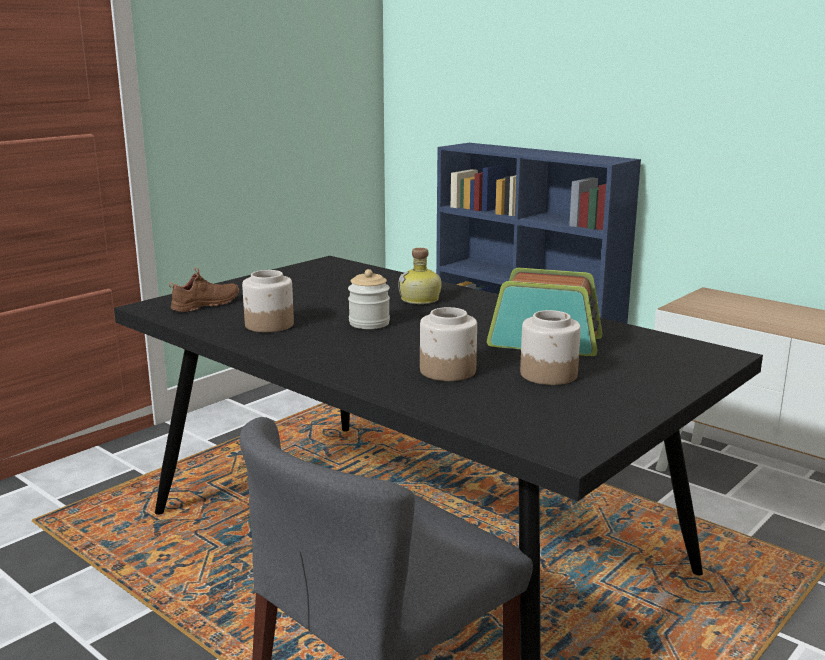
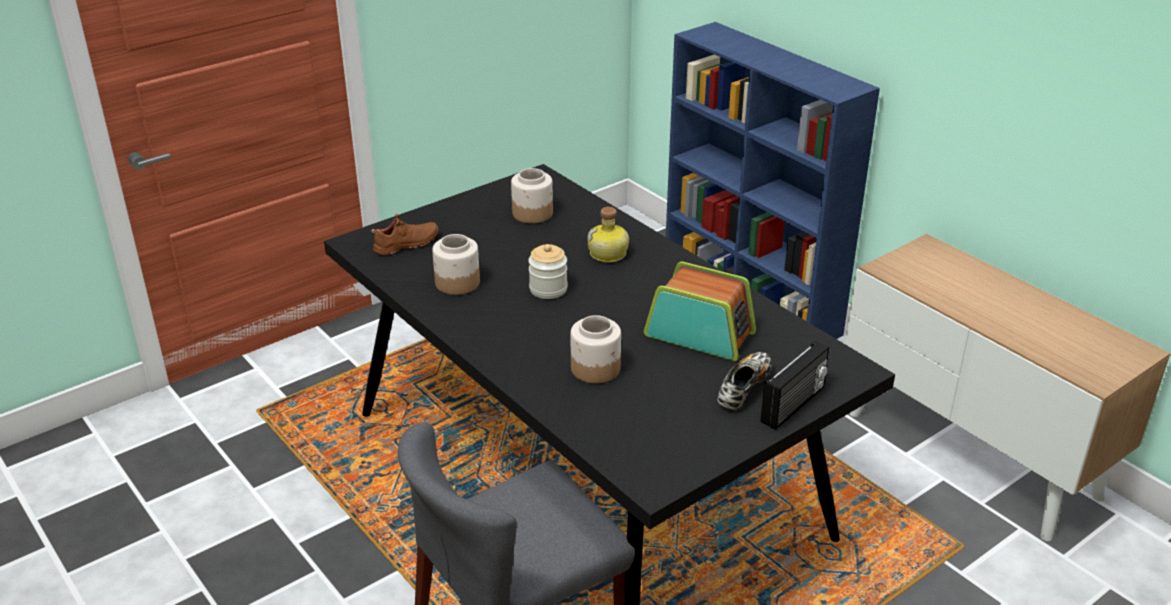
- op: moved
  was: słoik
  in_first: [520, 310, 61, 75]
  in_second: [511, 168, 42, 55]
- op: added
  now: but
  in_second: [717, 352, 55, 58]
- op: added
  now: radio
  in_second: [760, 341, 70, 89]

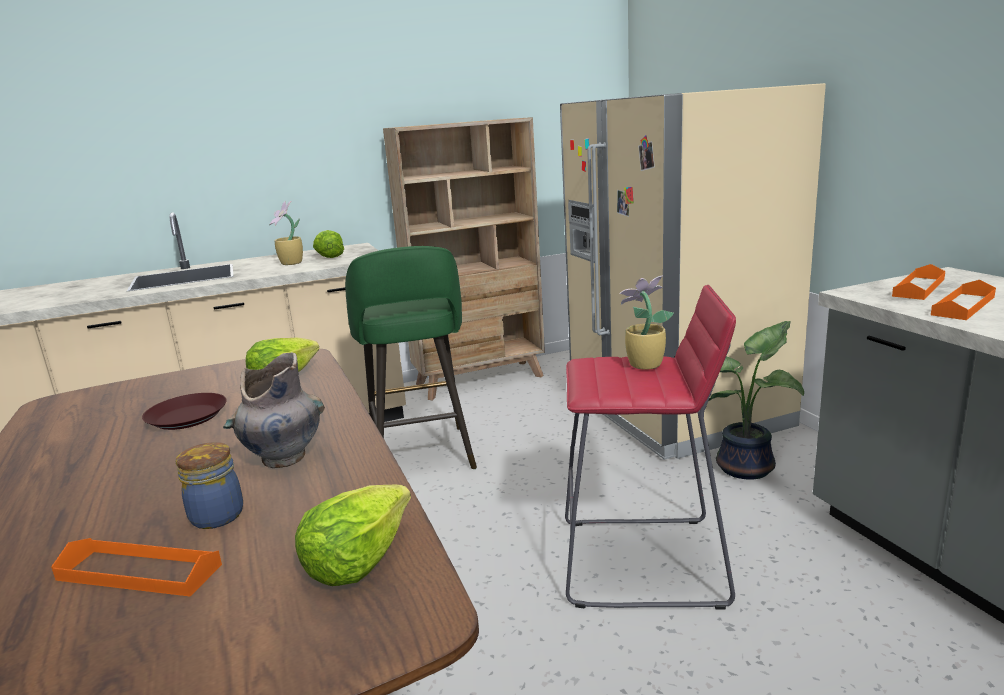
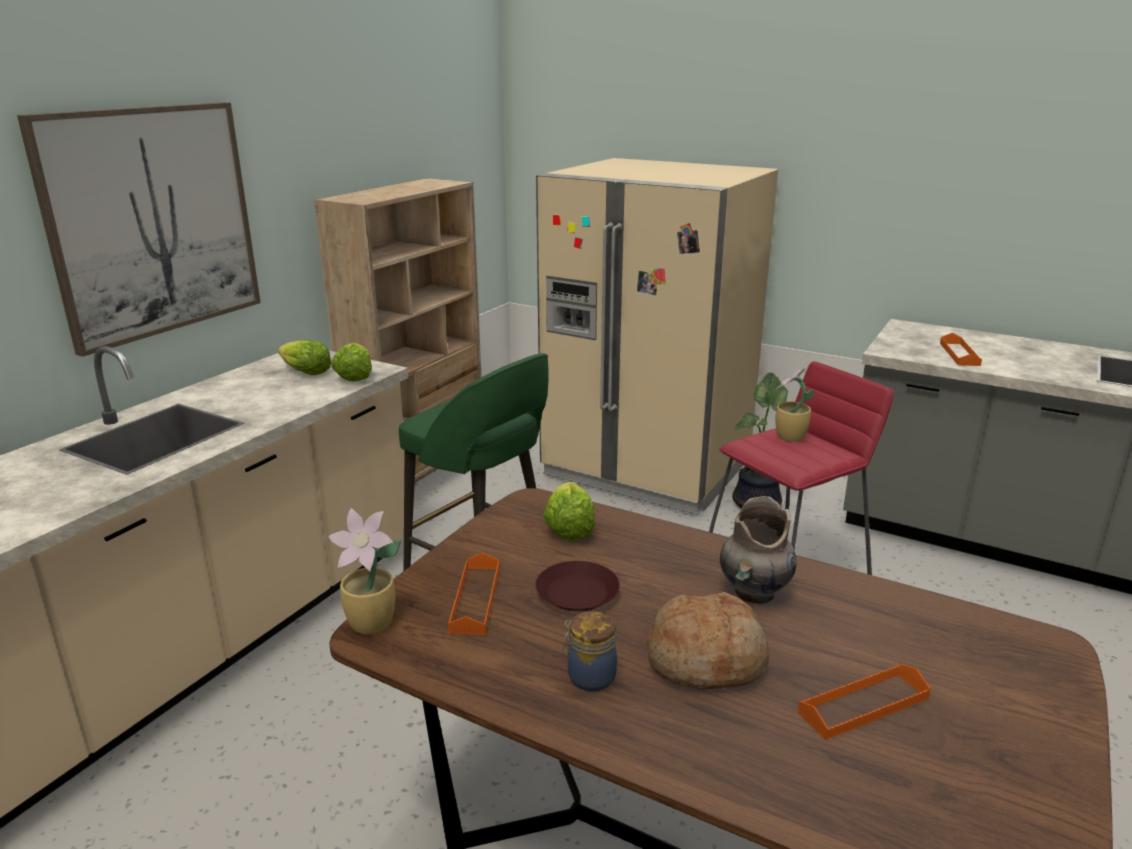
- op: moved
  was: słoik
  in_first: [176, 442, 67, 87]
  in_second: [563, 611, 54, 81]
- op: moved
  was: roślina doniczkowa
  in_first: [270, 201, 33, 64]
  in_second: [328, 508, 73, 126]
- op: moved
  was: sałata
  in_first: [295, 485, 116, 101]
  in_second: [331, 343, 41, 39]
- op: moved
  was: taca [pomarańczowy]
  in_first: [892, 264, 53, 36]
  in_second: [448, 553, 52, 82]
- op: added
  now: obraz
  in_second: [17, 103, 244, 254]
- op: added
  now: chleb
  in_second: [646, 592, 123, 97]

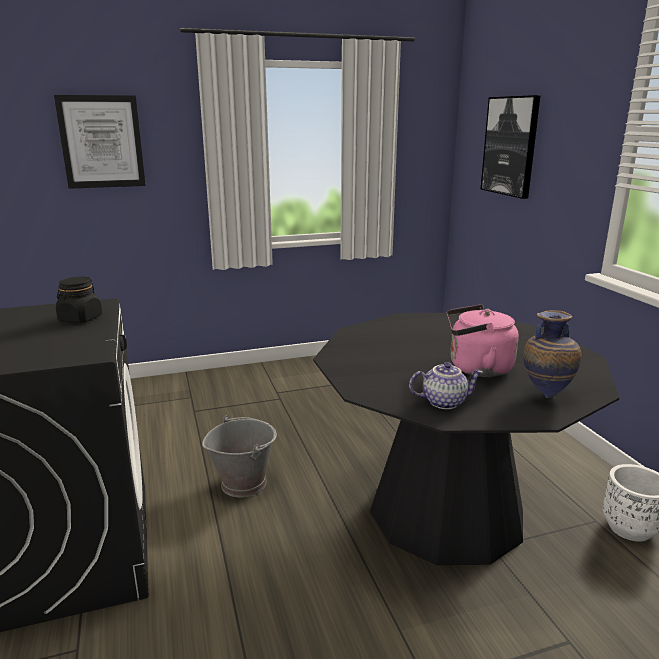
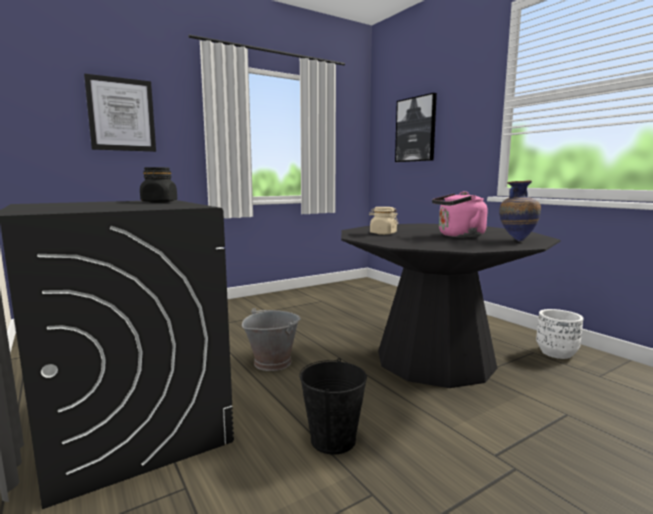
- op: removed
  was: imbryk
  in_first: [409, 362, 74, 47]
- op: added
  now: wiadro [czarny]
  in_second: [299, 358, 68, 97]
- op: added
  now: słoik [beżowy]
  in_second: [369, 207, 29, 28]

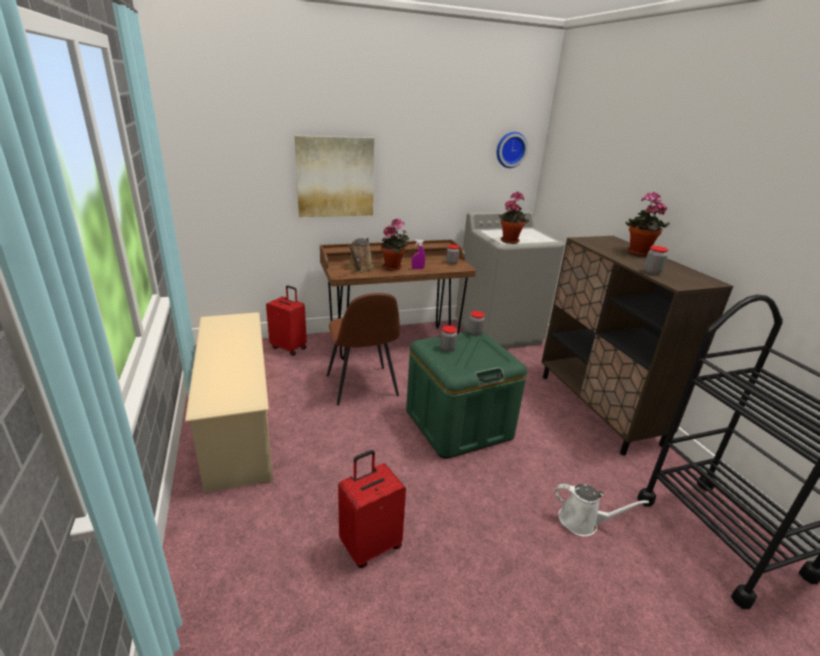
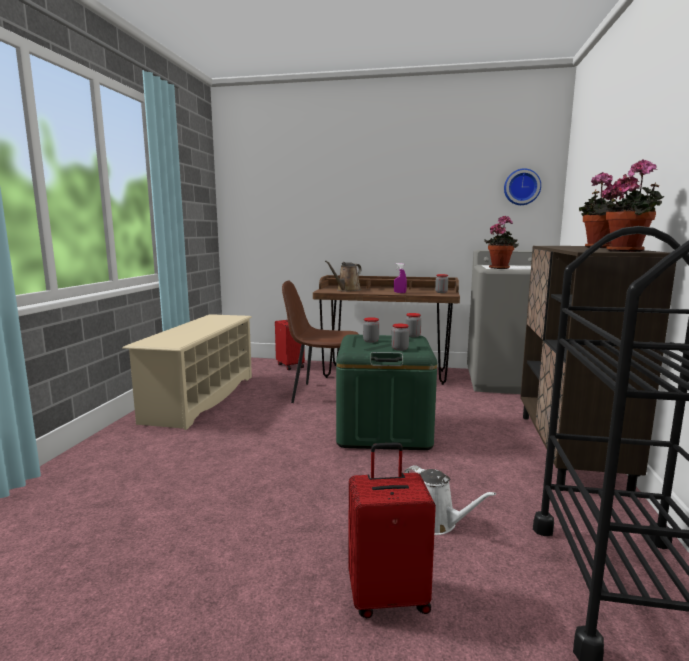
- op: removed
  was: obraz
  in_first: [295, 136, 79, 81]
- op: turned
  was: krzesło [brązowy]
  in_first: [327, 293, 73, 112]
  in_second: [282, 281, 77, 122]
  clockwise: 90
- op: moved
  was: walizka [czerwony]
  in_first: [338, 450, 68, 118]
  in_second: [348, 442, 88, 176]
- op: moved
  was: roślina doniczkowa
  in_first: [381, 219, 29, 52]
  in_second: [606, 159, 59, 93]
- op: moved
  was: słoik
  in_first: [644, 246, 24, 29]
  in_second: [392, 324, 17, 27]

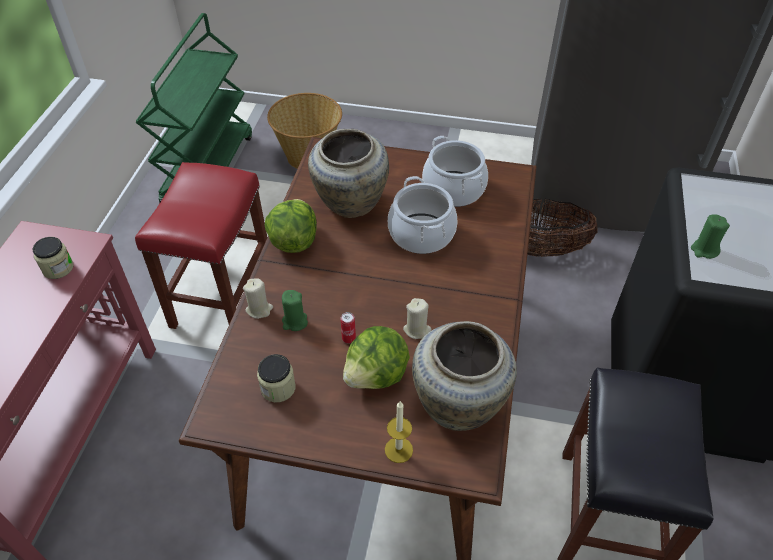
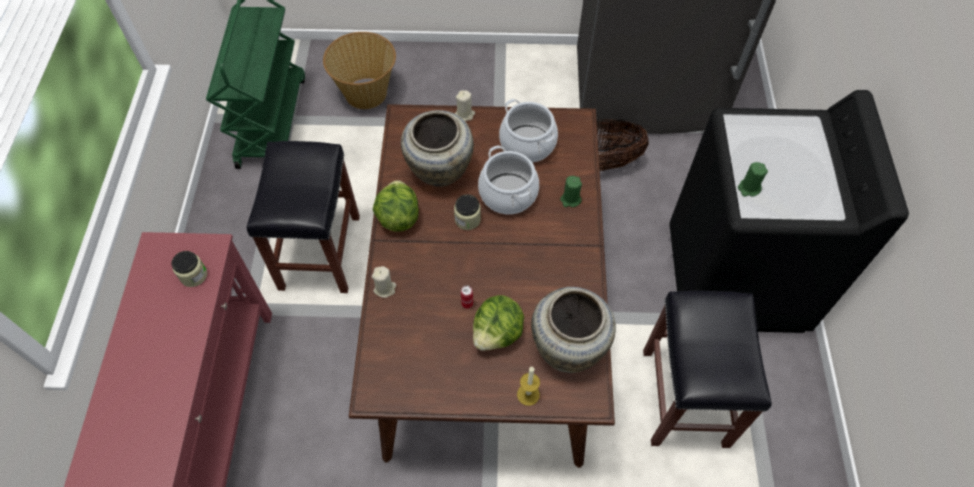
- op: recoloured
  was: stołek [czerwony]
  now: stołek [czarny]
  in_first: [135, 162, 132, 167]
  in_second: [247, 141, 113, 152]
- op: moved
  was: słoik
  in_first: [257, 354, 39, 48]
  in_second: [454, 194, 27, 36]
- op: moved
  was: świeca [zielony]
  in_first: [282, 290, 26, 41]
  in_second: [560, 176, 22, 31]
- op: moved
  was: świeca [beżowy]
  in_first: [403, 298, 28, 41]
  in_second: [455, 90, 20, 31]

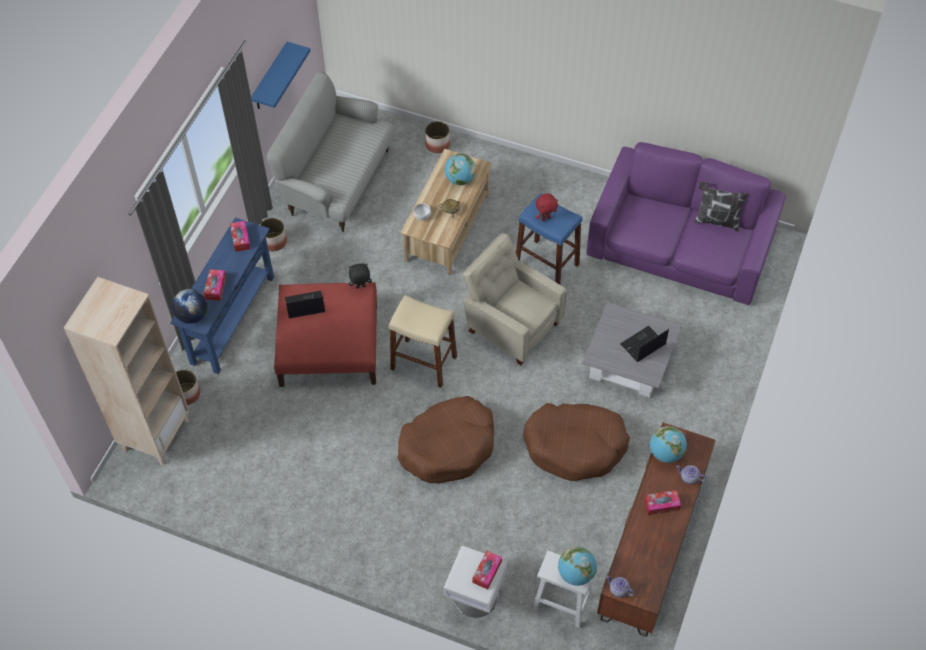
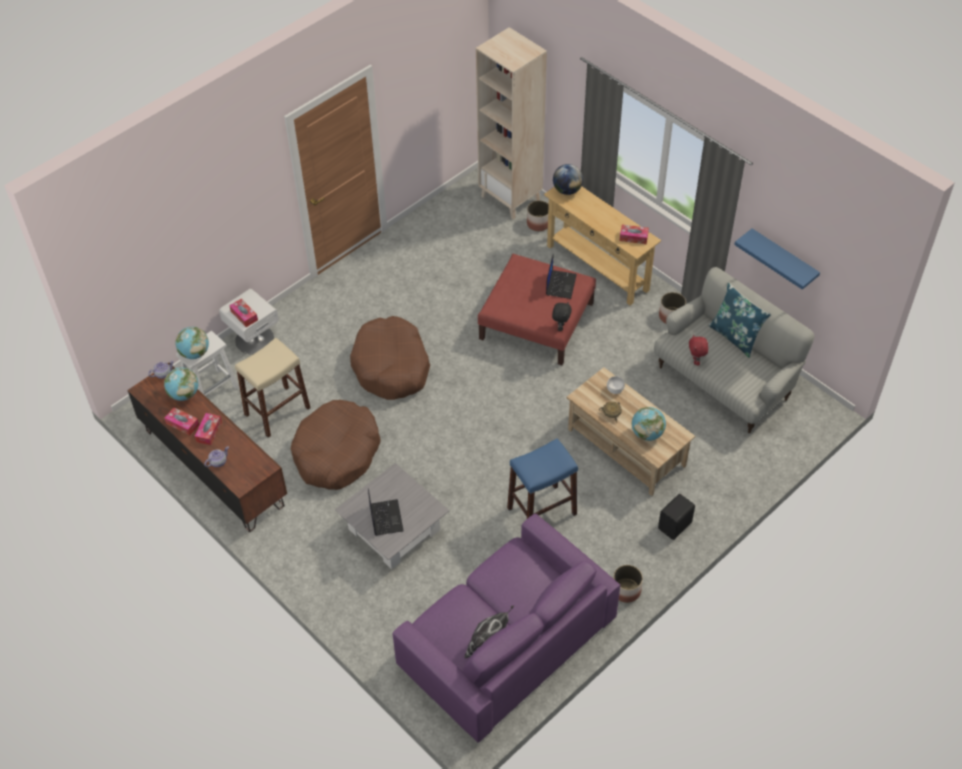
- op: recoloured
  was: stolik konsolowy [niebieski]
  now: stolik konsolowy [beżowy]
  in_first: [170, 217, 104, 157]
  in_second: [544, 186, 117, 120]
- op: moved
  was: pudełko chusteczek
  in_first: [204, 269, 22, 32]
  in_second: [164, 407, 35, 29]
- op: moved
  was: stołek [beżowy]
  in_first: [389, 295, 68, 93]
  in_second: [235, 338, 76, 100]
- op: moved
  was: donica
  in_first: [425, 121, 25, 32]
  in_second: [613, 565, 30, 38]
- op: removed
  was: fotel [beżowy]
  in_first: [463, 233, 104, 132]
- op: moved
  was: pluszak [czerwony]
  in_first: [535, 193, 23, 28]
  in_second: [689, 335, 19, 31]
- op: moved
  was: globus
  in_first: [650, 426, 37, 37]
  in_second: [164, 367, 34, 34]
- op: added
  now: głośnik [czarny]
  in_second: [658, 494, 37, 46]
- op: added
  now: poduszka [niebieski]
  in_second: [708, 282, 63, 76]

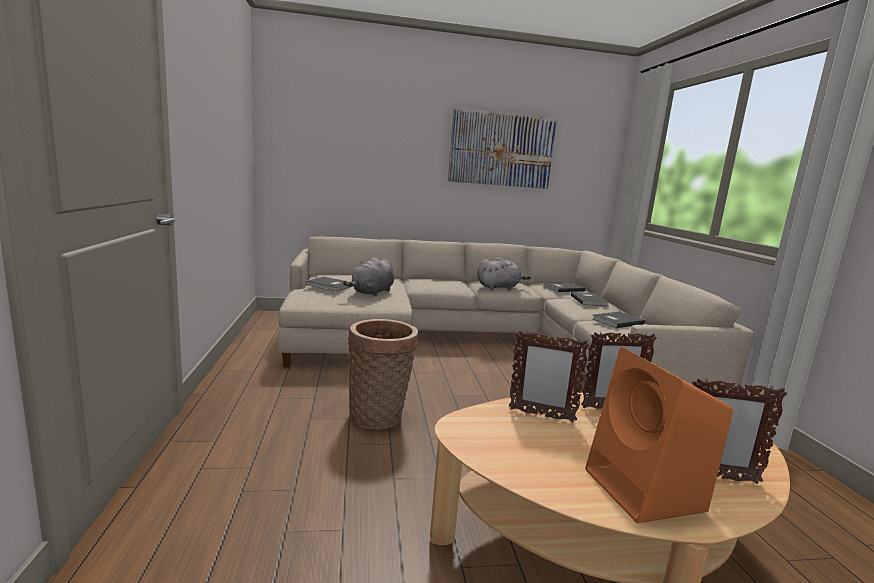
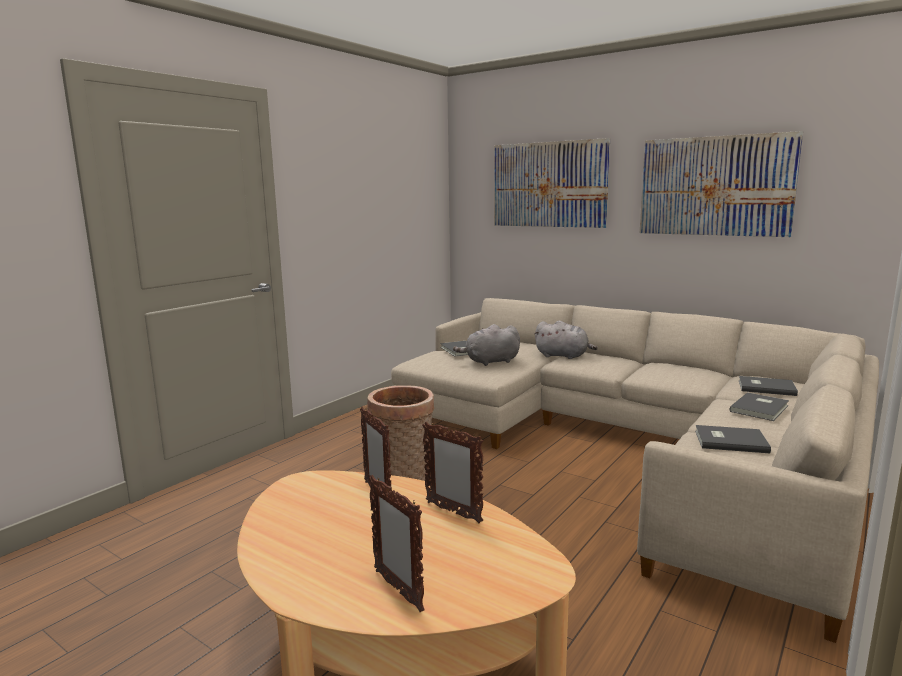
- op: moved
  was: pluszak [szary]
  in_first: [477, 257, 54, 32]
  in_second: [534, 321, 64, 38]
- op: removed
  was: głośnik [pomarańczowy]
  in_first: [585, 347, 148, 176]
- op: added
  now: obraz
  in_second: [494, 138, 116, 90]

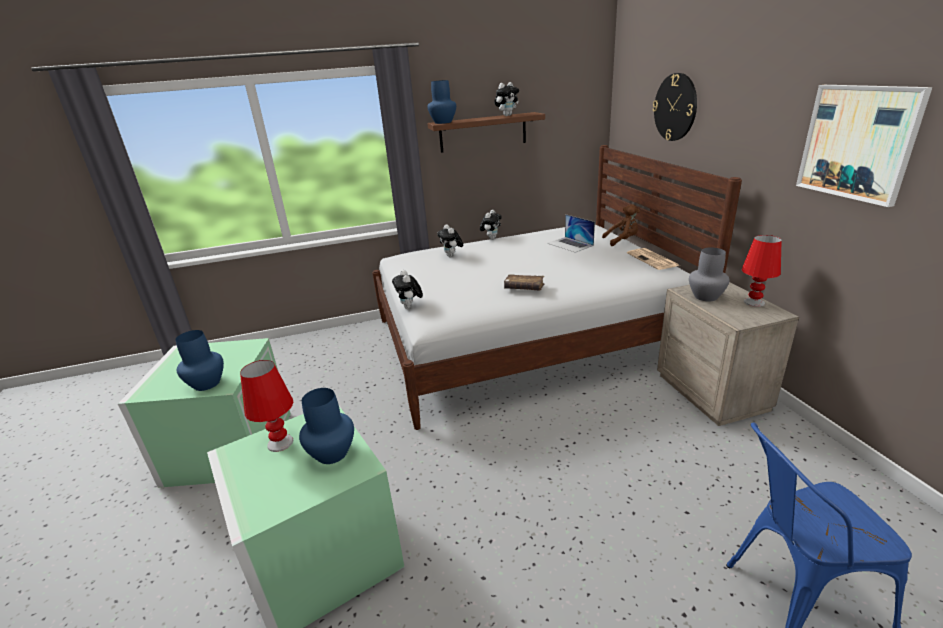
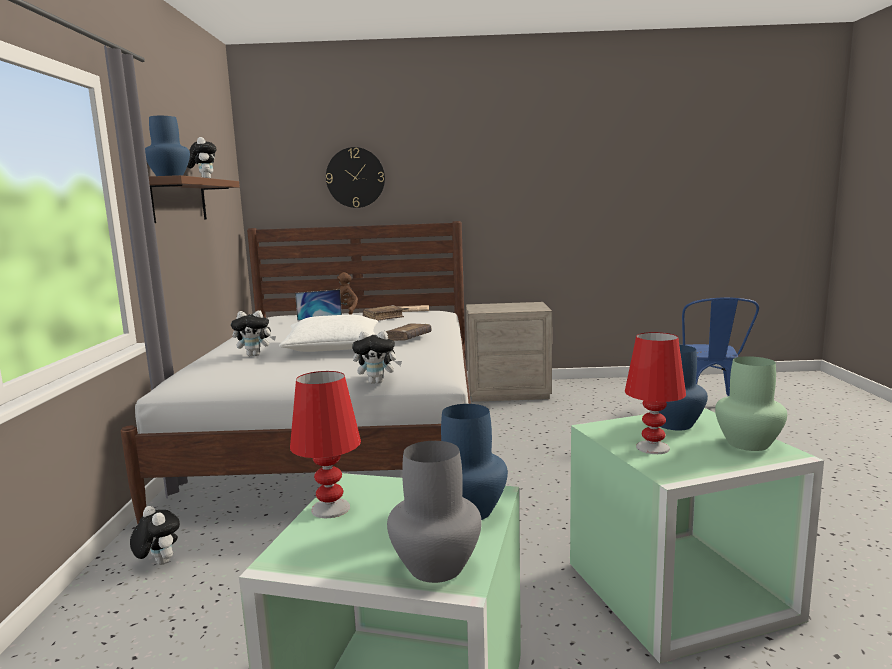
- op: moved
  was: pluszak
  in_first: [480, 210, 22, 30]
  in_second: [130, 506, 50, 59]
- op: moved
  was: wazon [szary]
  in_first: [689, 248, 41, 53]
  in_second: [387, 441, 95, 142]
- op: moved
  was: lampa stołowa [czerwony]
  in_first: [742, 235, 40, 72]
  in_second: [290, 371, 71, 147]
- op: removed
  was: obraz
  in_first: [796, 85, 136, 122]
- op: added
  now: poduszka [biały]
  in_second: [279, 315, 99, 37]
- op: added
  now: książka [brązowy]
  in_second: [363, 305, 41, 16]
- op: added
  now: wazon [zielony]
  in_second: [715, 356, 72, 95]

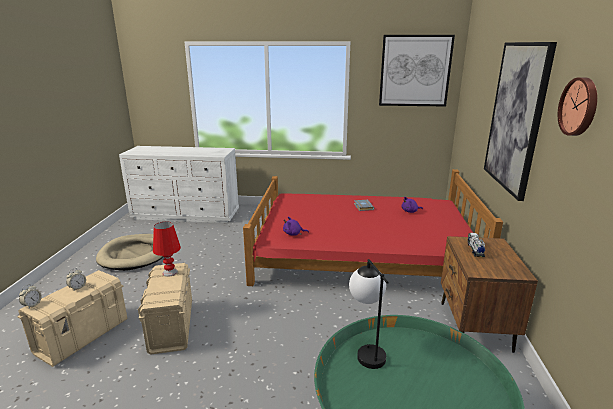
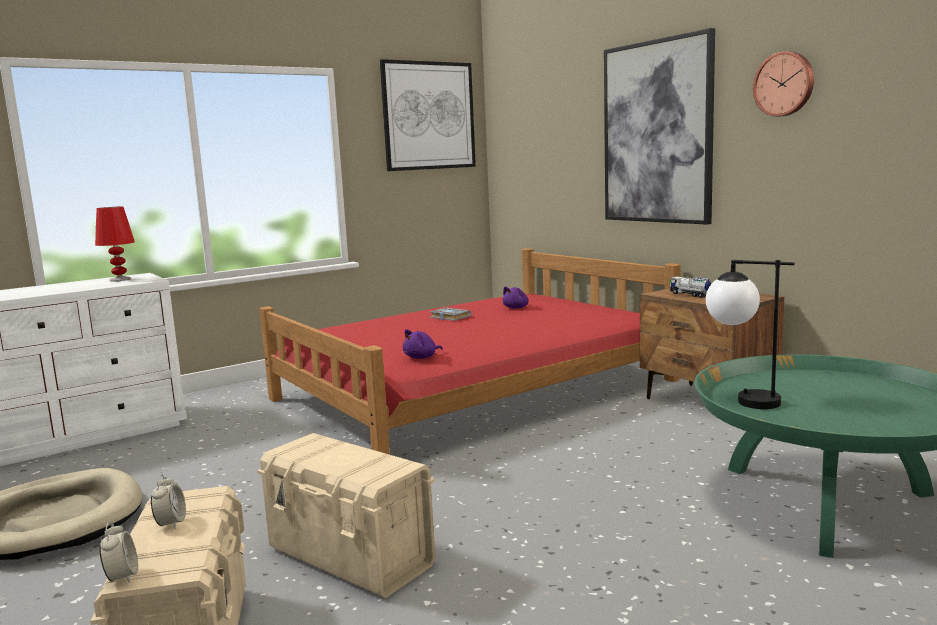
- op: moved
  was: lampa stołowa [czerwony]
  in_first: [153, 222, 28, 55]
  in_second: [95, 206, 40, 76]

